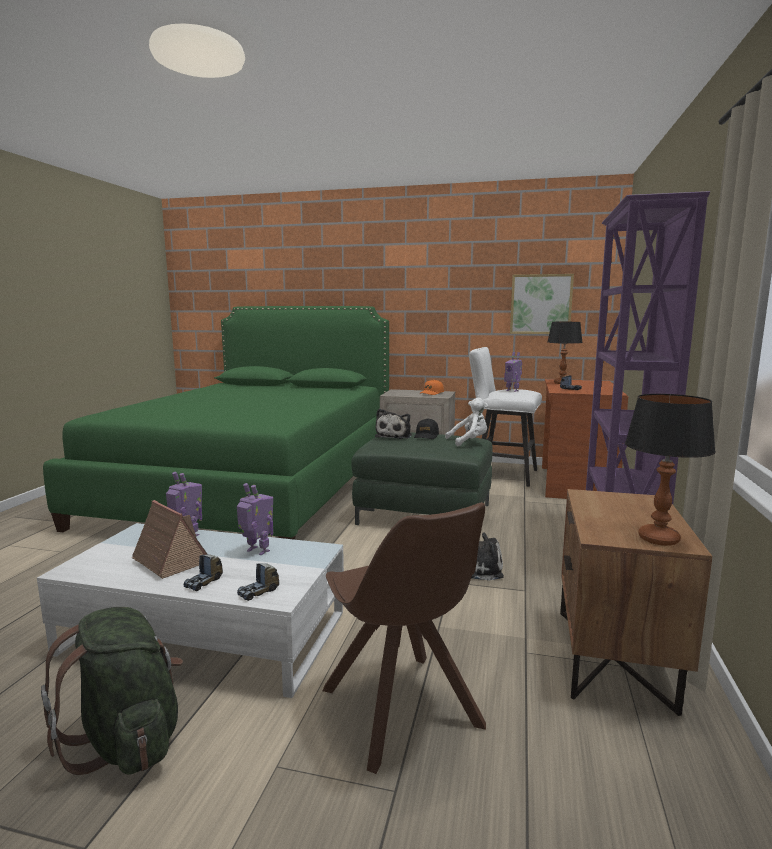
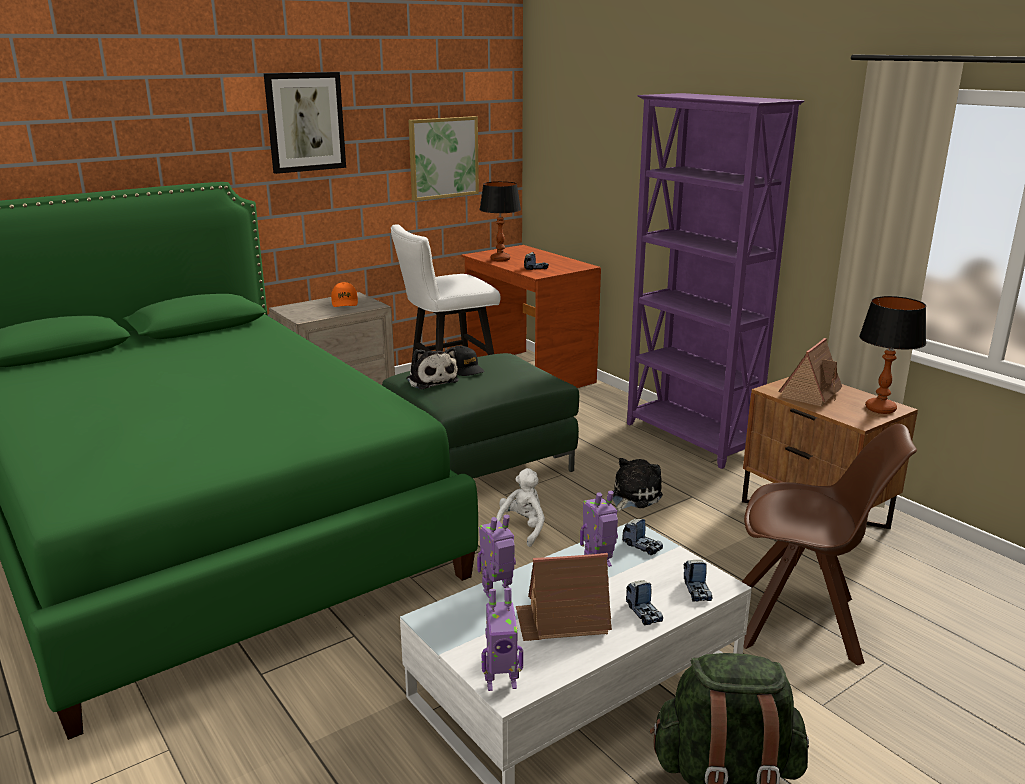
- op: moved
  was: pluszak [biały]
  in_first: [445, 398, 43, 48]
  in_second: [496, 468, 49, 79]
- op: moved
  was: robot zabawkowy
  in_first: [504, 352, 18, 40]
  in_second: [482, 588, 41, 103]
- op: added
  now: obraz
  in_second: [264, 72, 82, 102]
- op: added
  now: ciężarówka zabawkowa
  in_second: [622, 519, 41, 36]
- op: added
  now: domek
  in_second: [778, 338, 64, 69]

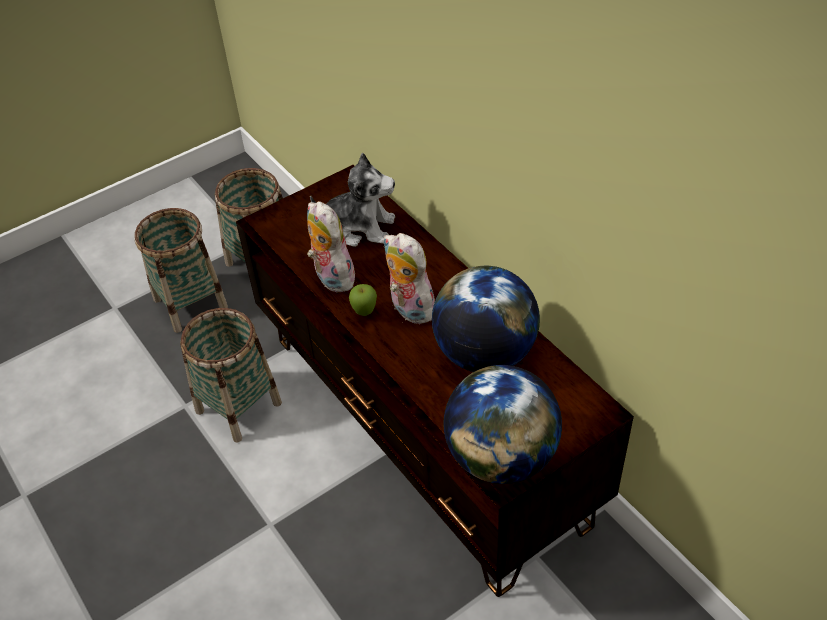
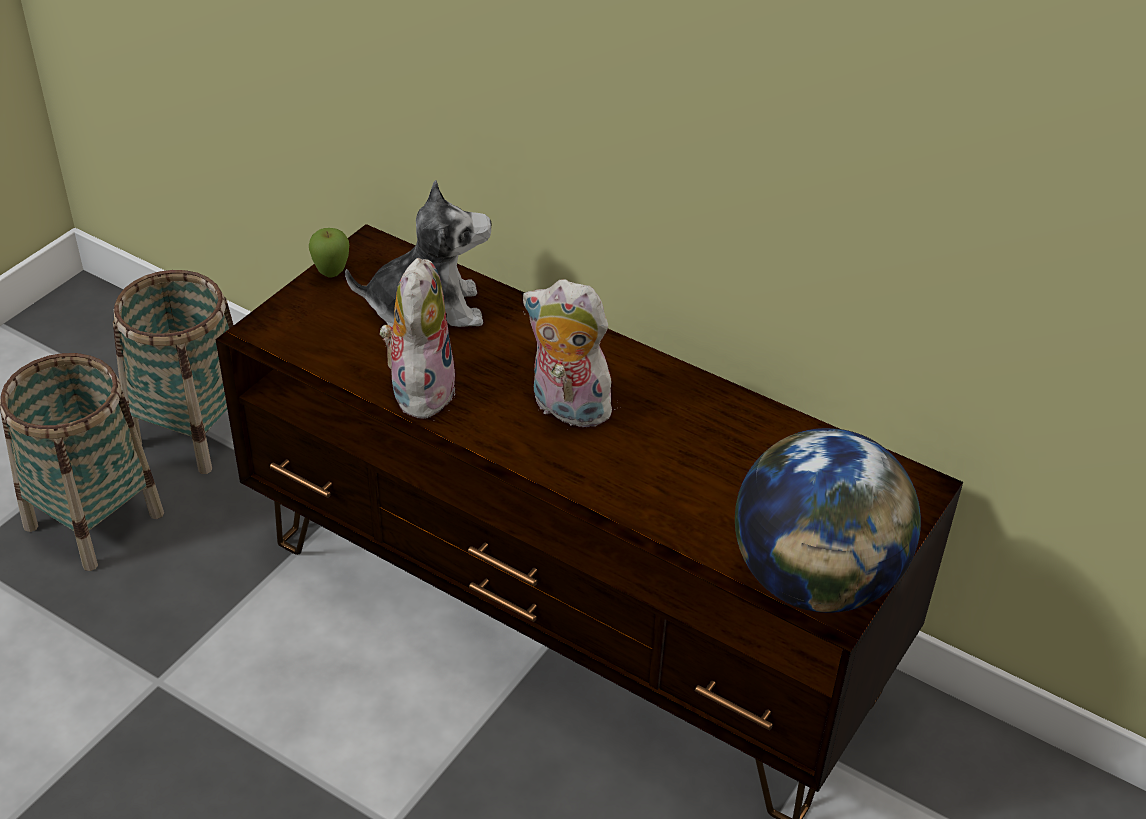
- op: removed
  was: koszyk
  in_first: [180, 308, 102, 135]
- op: turned
  was: pluszak
  in_first: [307, 201, 48, 91]
  in_second: [380, 258, 75, 161]
  clockwise: 60
- op: moved
  was: jabłko
  in_first: [349, 284, 28, 32]
  in_second: [309, 228, 40, 50]
- op: removed
  was: globus
  in_first: [432, 266, 108, 106]

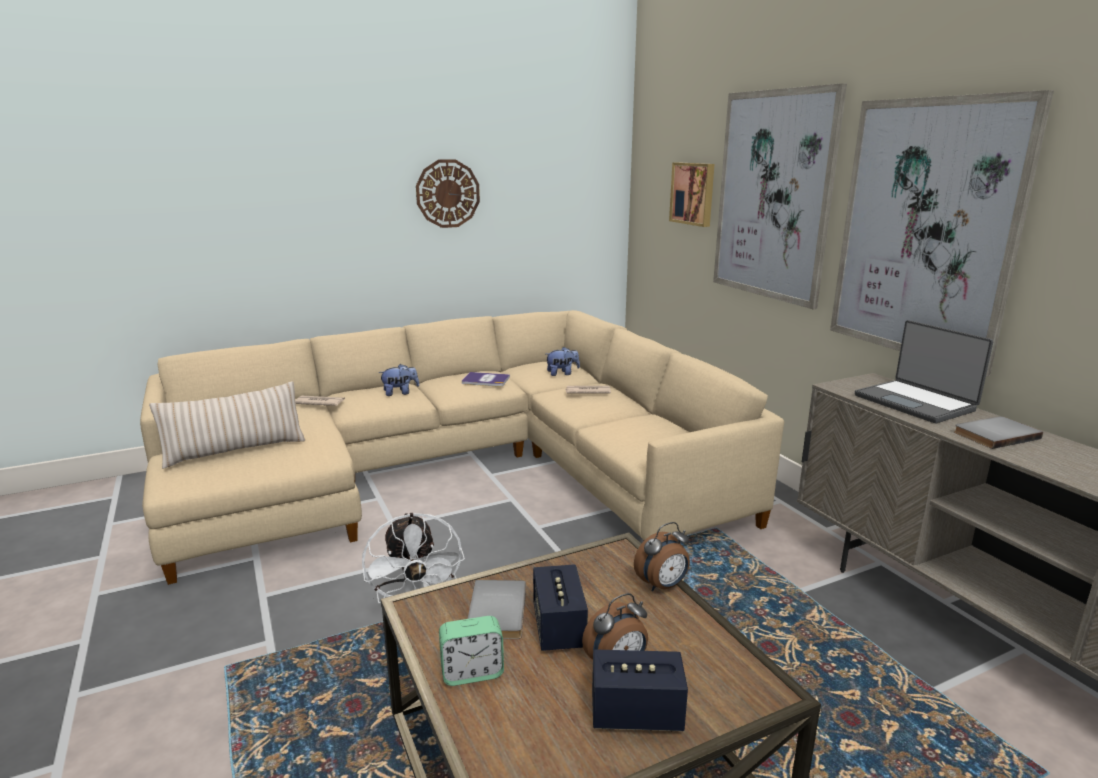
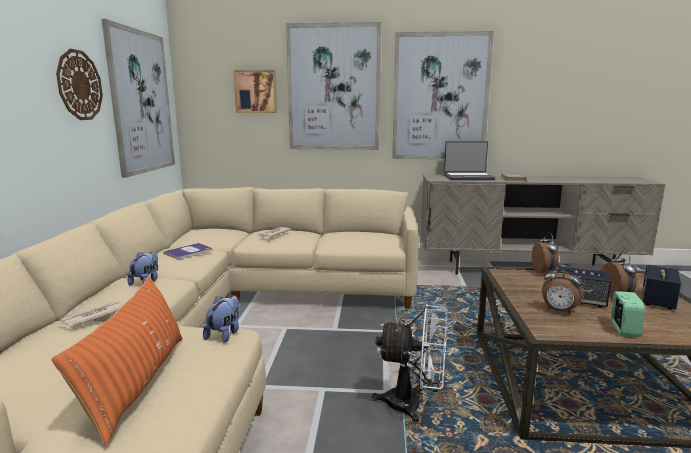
- op: recoloured
  was: poduszka [beżowy]
  now: poduszka [pomarańczowy]
  in_first: [149, 381, 156, 88]
  in_second: [51, 276, 132, 169]
- op: replaced
  was: książka [szary]
  now: budzik
  in_first: [468, 580, 58, 59]
  in_second: [542, 263, 41, 51]
- op: moved
  was: pluszak
  in_first: [546, 347, 34, 29]
  in_second: [203, 295, 36, 48]
- op: added
  now: obraz
  in_second: [102, 19, 73, 159]

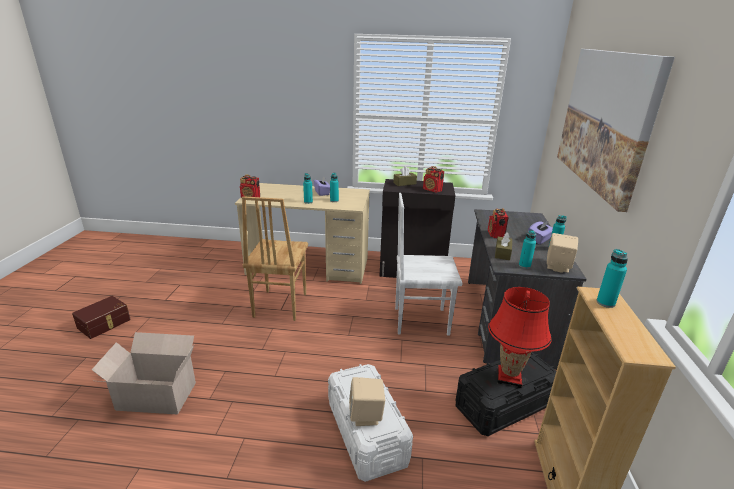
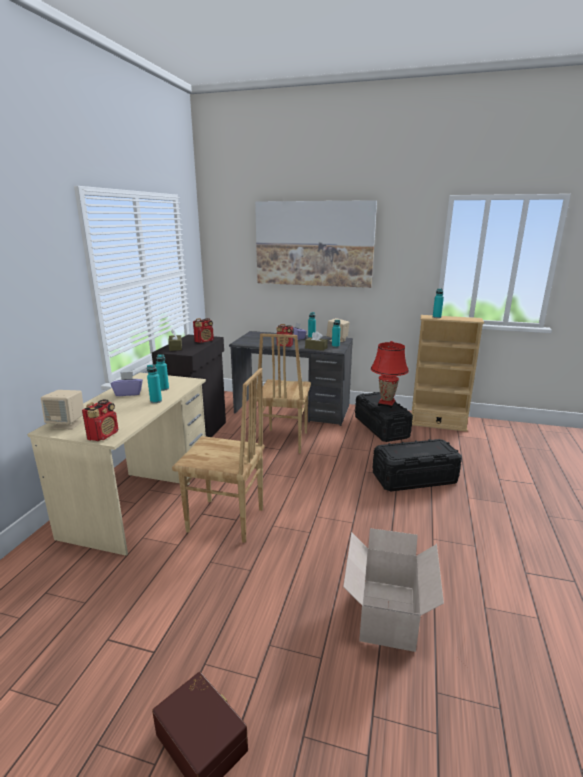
- op: recoloured
  was: pojemnik do przechowywania [biały]
  now: pojemnik do przechowywania [czarny]
  in_first: [328, 364, 85, 118]
  in_second: [373, 439, 89, 52]
- op: moved
  was: głośnik [beżowy]
  in_first: [349, 377, 36, 49]
  in_second: [41, 390, 43, 40]
- op: recoloured
  was: krzesło [biały]
  now: krzesło [brązowy]
  in_first: [395, 193, 68, 143]
  in_second: [257, 333, 54, 121]

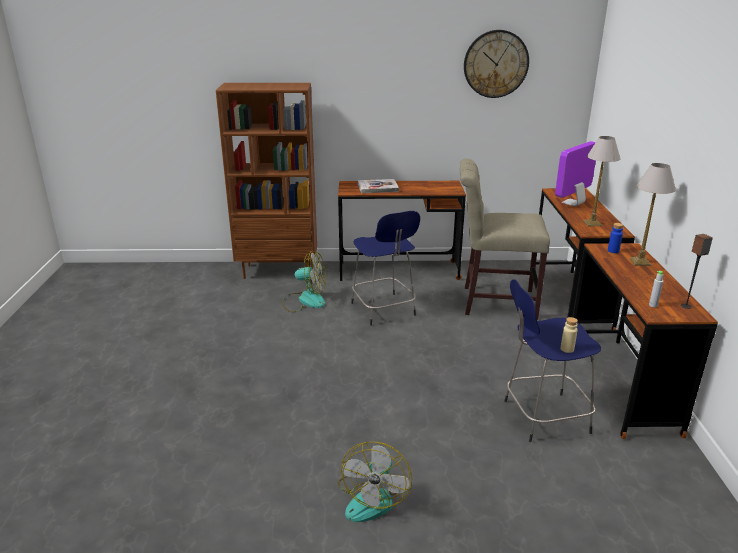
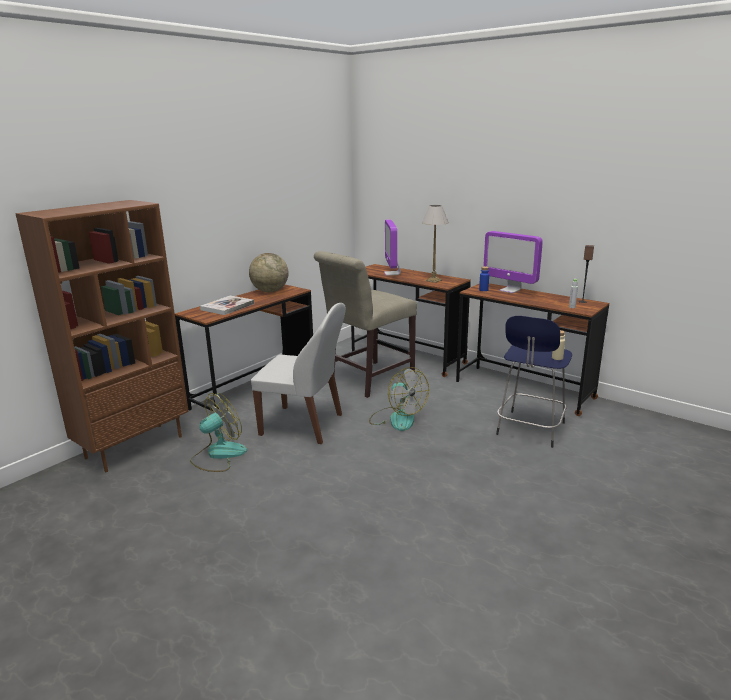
- op: moved
  was: wentylator
  in_first: [338, 442, 74, 80]
  in_second: [369, 367, 60, 64]
- op: replaced
  was: stołek [niebieski]
  now: krzesło [biały]
  in_first: [351, 211, 69, 115]
  in_second: [251, 303, 95, 141]
- op: removed
  was: zegar ścienny
  in_first: [464, 30, 65, 68]
- op: replaced
  was: lampa stołowa
  now: monitor
  in_first: [629, 163, 47, 103]
  in_second: [483, 231, 60, 62]
- op: added
  now: globus
  in_second: [249, 253, 40, 39]

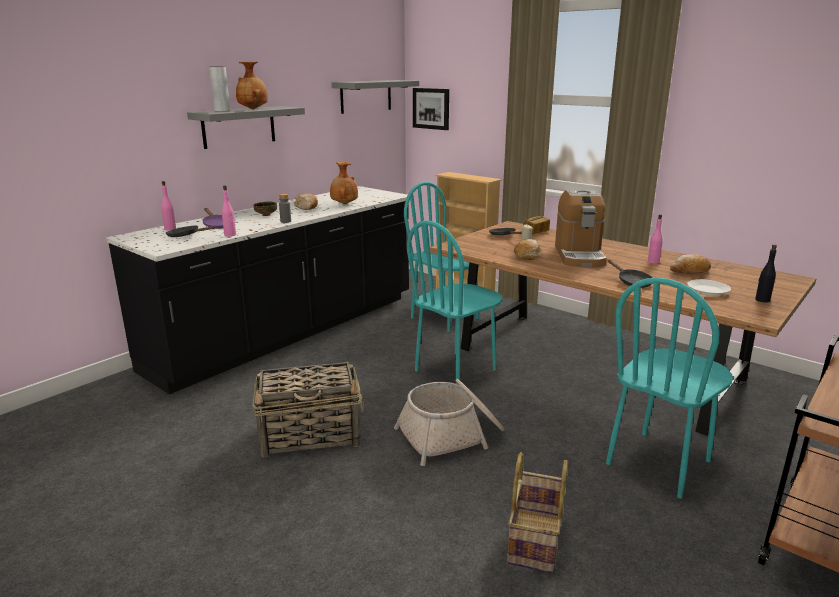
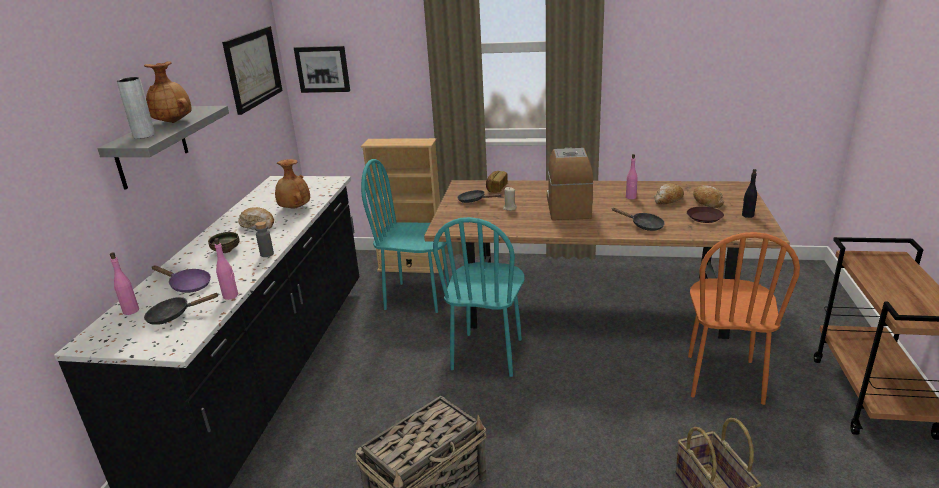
- op: replaced
  was: półka [szary]
  now: obraz
  in_first: [331, 80, 88, 34]
  in_second: [222, 26, 61, 89]
- op: removed
  was: koszyk
  in_first: [394, 379, 111, 87]
- op: moved
  was: chleb
  in_first: [514, 239, 27, 21]
  in_second: [693, 185, 31, 23]
- op: turned
  was: ekspres do kawy
  in_first: [555, 190, 52, 77]
  in_second: [547, 148, 46, 72]
  clockwise: -150
- op: recoloured
  was: krzesło [turkusowy]
  now: krzesło [pomarańczowy]
  in_first: [606, 277, 127, 222]
  in_second: [688, 232, 112, 173]
- op: recoloured
  was: talerz [biały]
  now: talerz [brązowy]
  in_first: [687, 279, 44, 17]
  in_second: [687, 206, 37, 17]

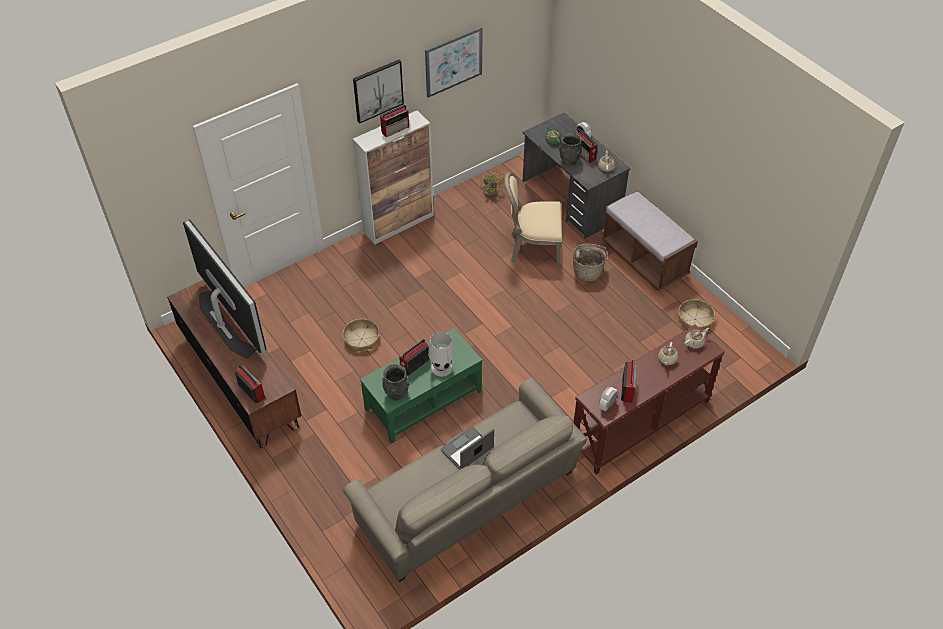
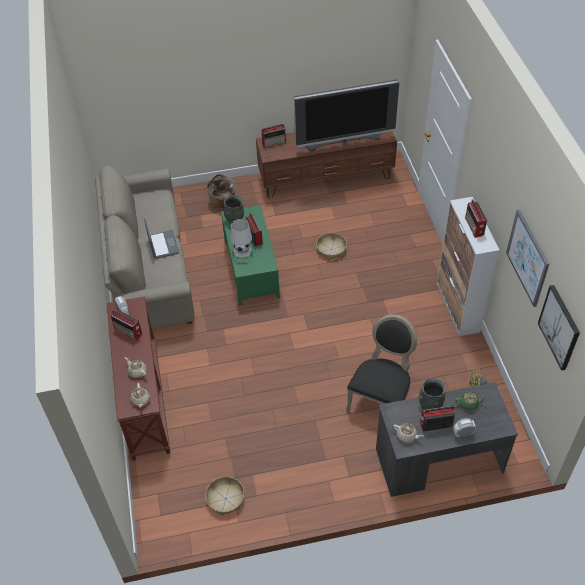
- op: moved
  was: obraz
  in_first: [353, 60, 51, 64]
  in_second: [538, 285, 42, 86]
- op: recoloured
  was: krzesło [beżowy]
  now: krzesło [czarny]
  in_first: [505, 172, 57, 96]
  in_second: [346, 314, 72, 99]
- op: moved
  was: koszyk
  in_first: [572, 244, 35, 38]
  in_second: [207, 174, 29, 34]
- op: removed
  was: ławka [brązowy]
  in_first: [601, 190, 97, 101]

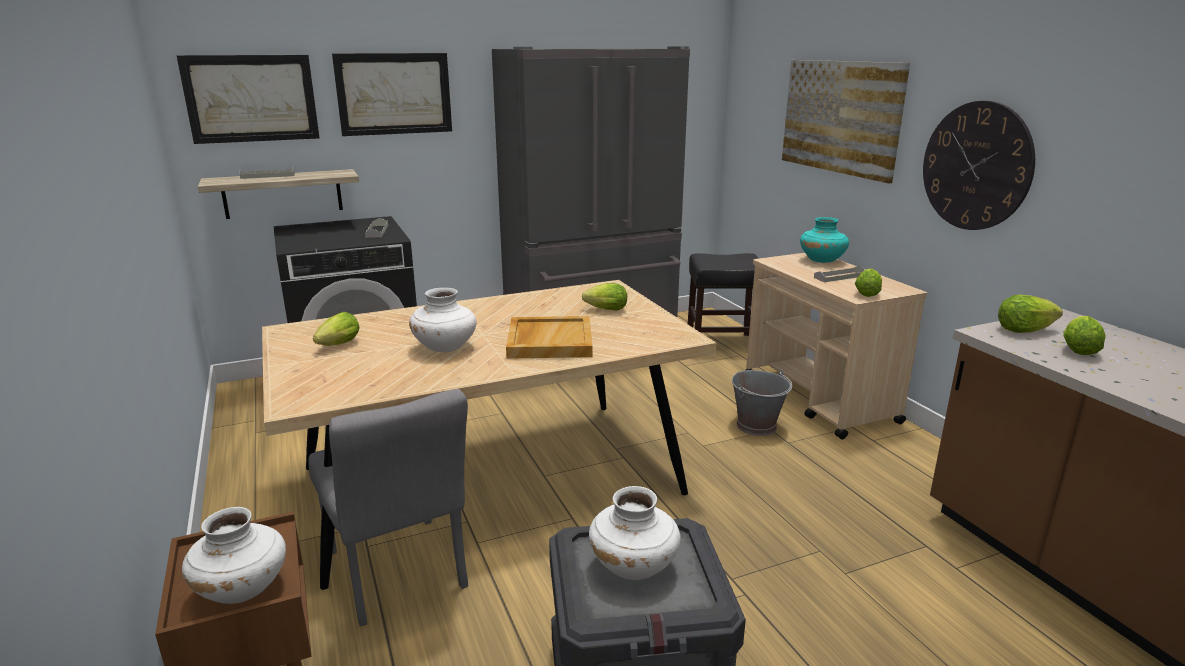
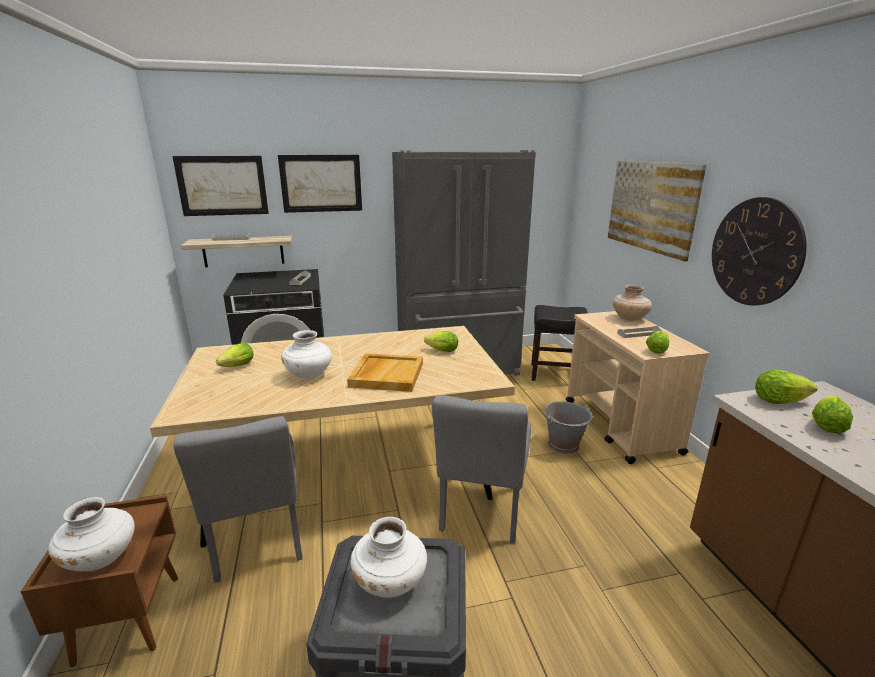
- op: recoloured
  was: wazon [turkusowy]
  now: wazon [beżowy]
  in_first: [800, 217, 49, 46]
  in_second: [612, 285, 40, 36]
- op: added
  now: krzesło [szary]
  in_second: [432, 395, 99, 149]

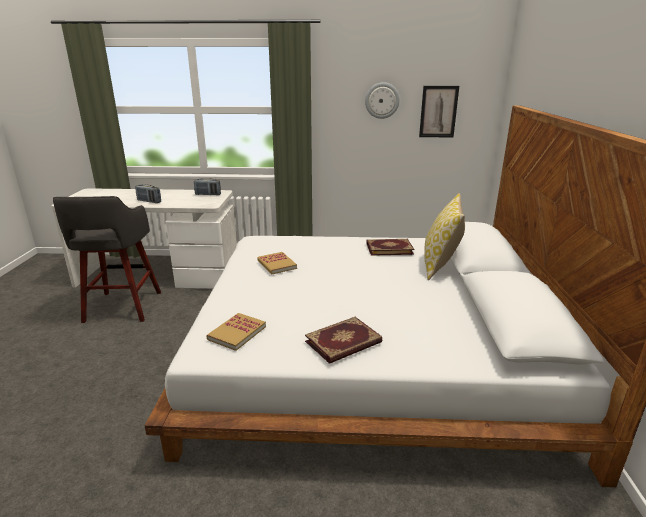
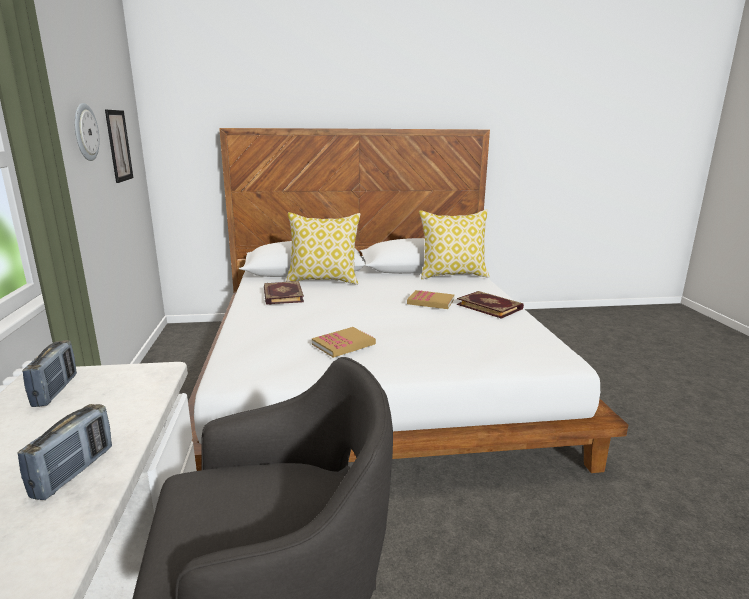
- op: moved
  was: książka
  in_first: [206, 313, 60, 38]
  in_second: [407, 290, 47, 19]
- op: added
  now: poduszka
  in_second: [419, 209, 71, 70]

